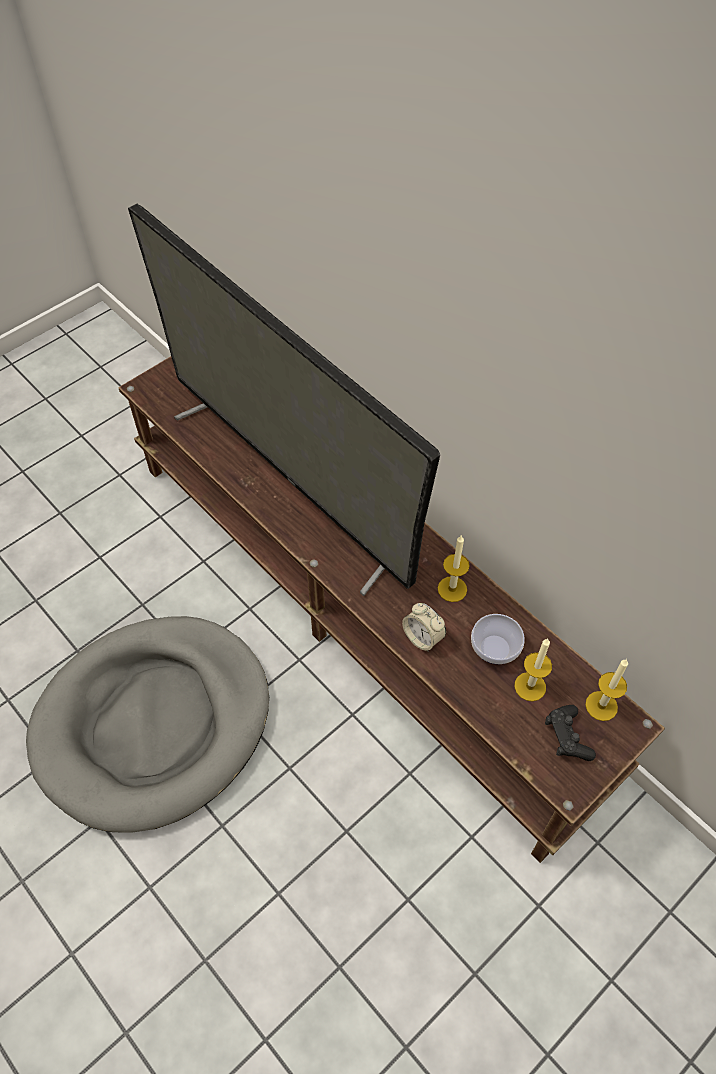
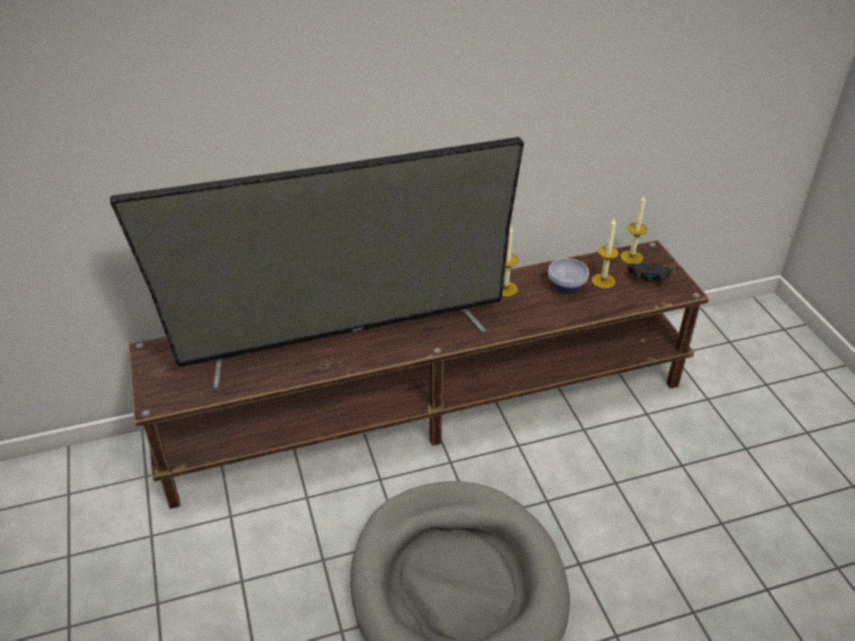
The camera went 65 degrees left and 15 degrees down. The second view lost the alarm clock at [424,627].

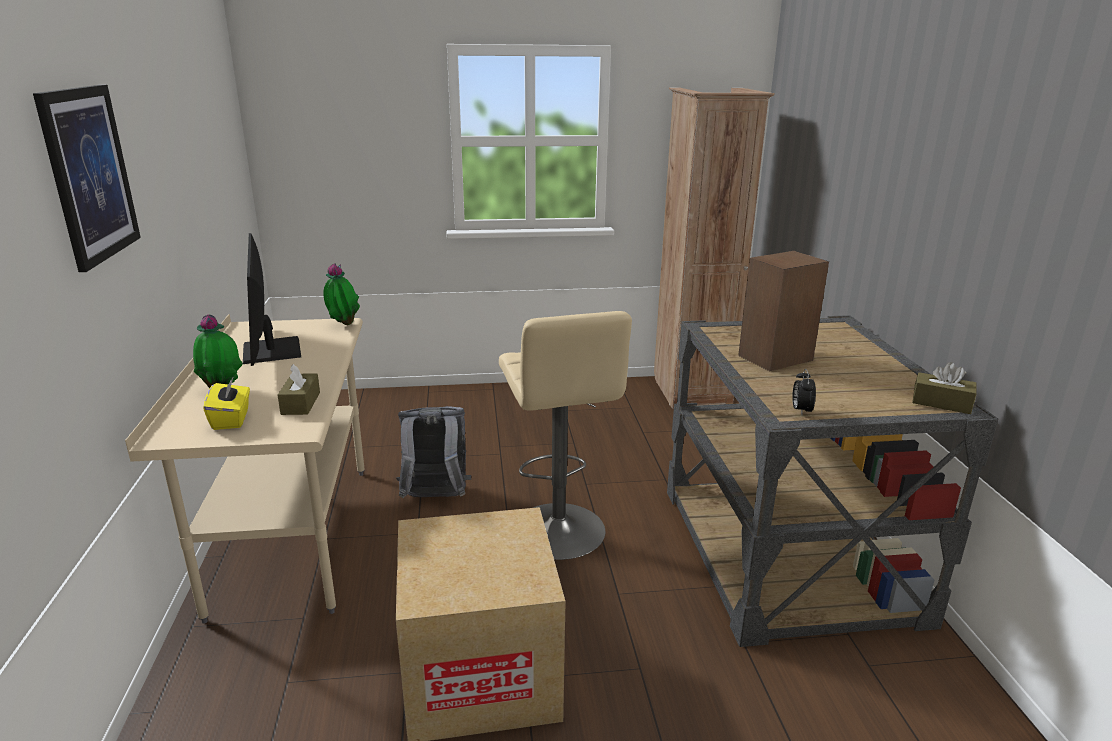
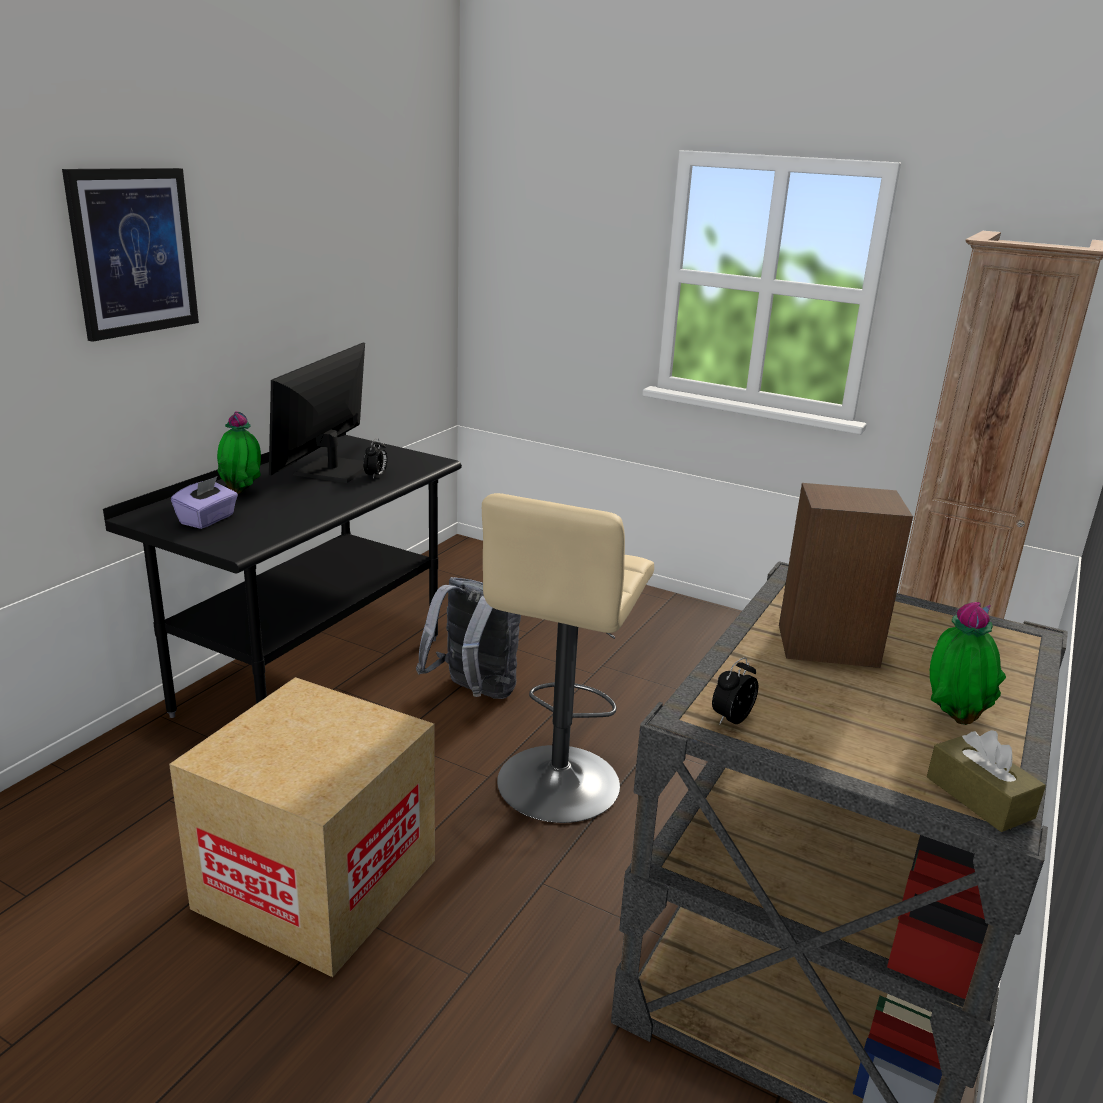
The camera went 35 degrees right and 0 degrees up. What was the desk unit (beige) at [245,469] turned into the desk unit (black) at [282,575]. What was the tissue box (yellow) at [226,403] turned into the tissue box (purple-coloured) at [204,502]. The second view lost the tissue box (brownish) at [299,389]. The houseplant ended up elsewhere, having gone from [341,294] to [968,663]. The second view gained the alarm clock at [375,458].

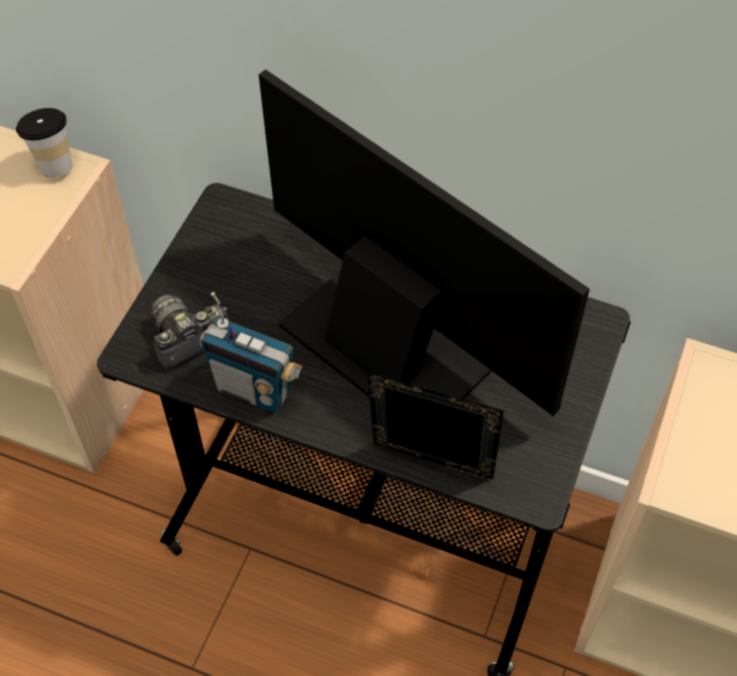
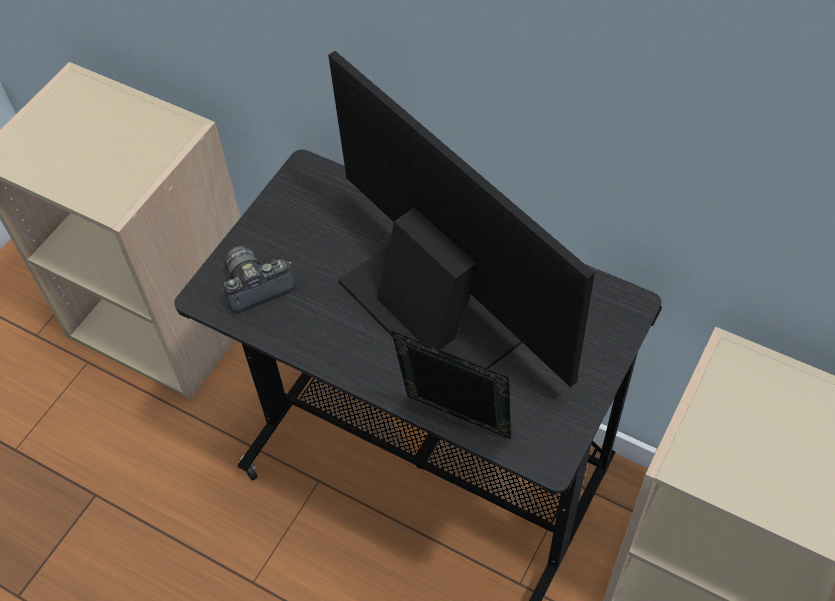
The camera went 10 degrees right and 0 degrees up. The second view lost the small cup at [44,143]. The second view lost the radio at [250,352].

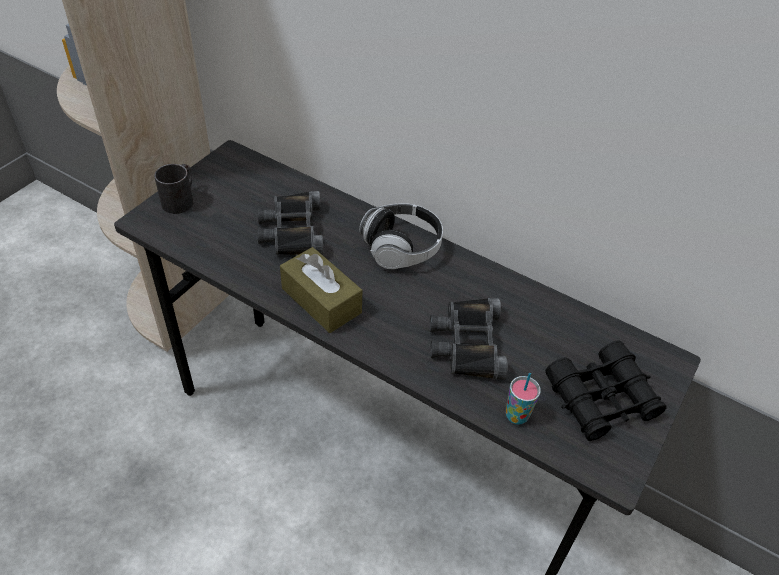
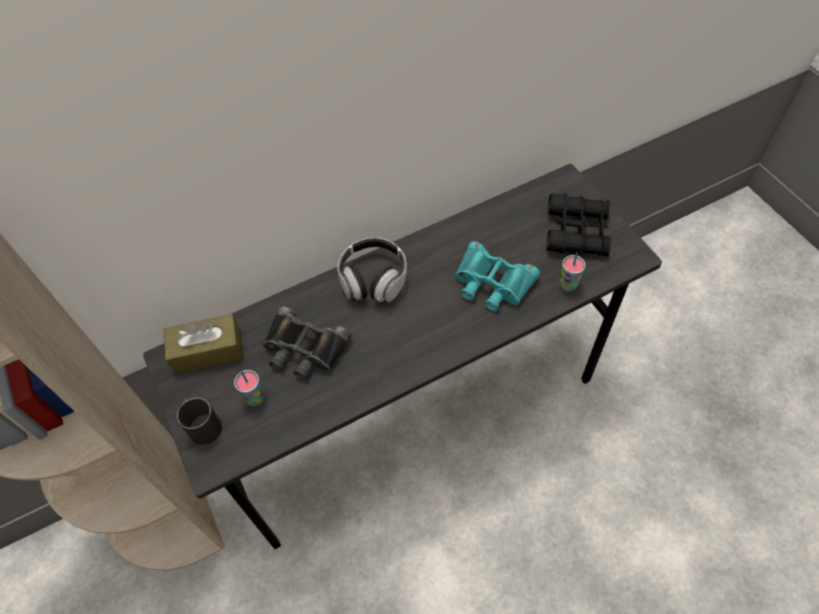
The camera went 55 degrees left and 10 degrees up. The tissue box (brownish) ended up elsewhere, having gone from [321,290] to [204,344]. What was the field glasses (black) at [469,339] turned into the field glasses (turquoise-coloured) at [497,276]. The second view gained the small cup at [249,388].

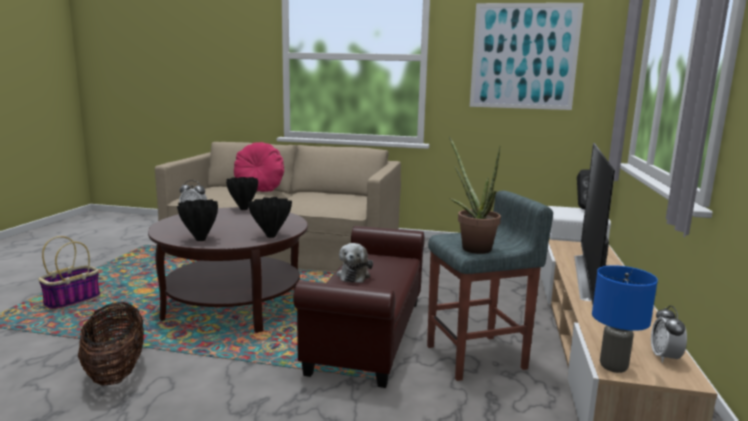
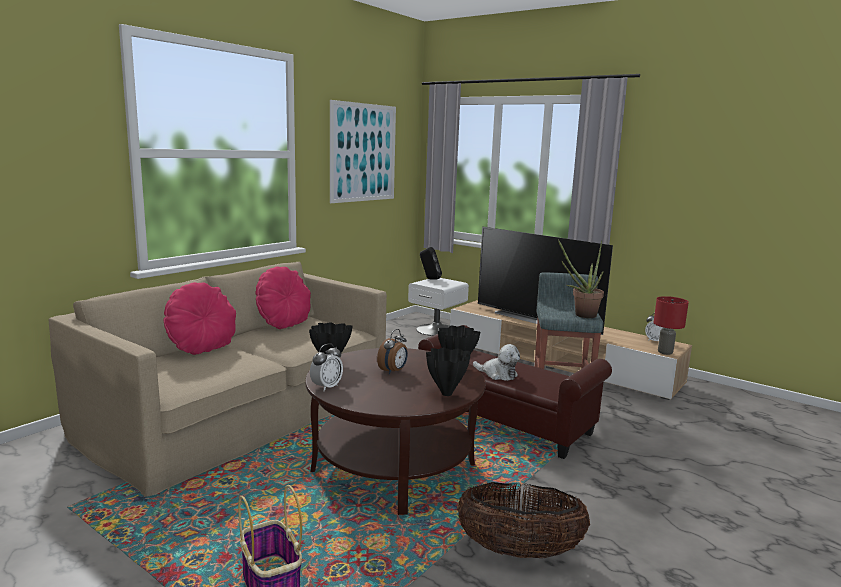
The camera went 65 degrees left and 0 degrees up. What was the lamp for a table (blue) at [625,319] turned into the lamp for a table (red) at [671,325]. The second view gained the pillow (pink-coloured) at [283,297]. The second view gained the alarm clock at [392,351].

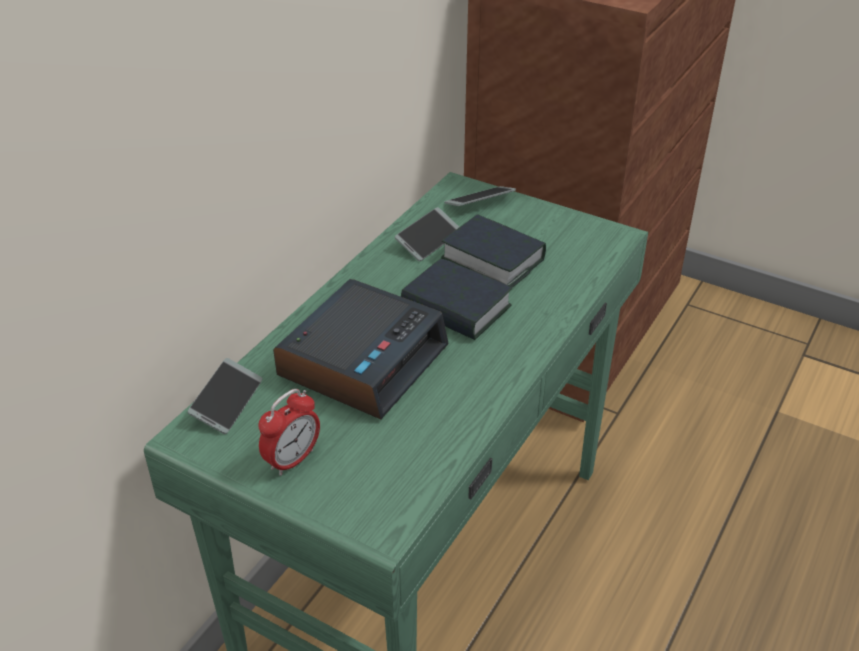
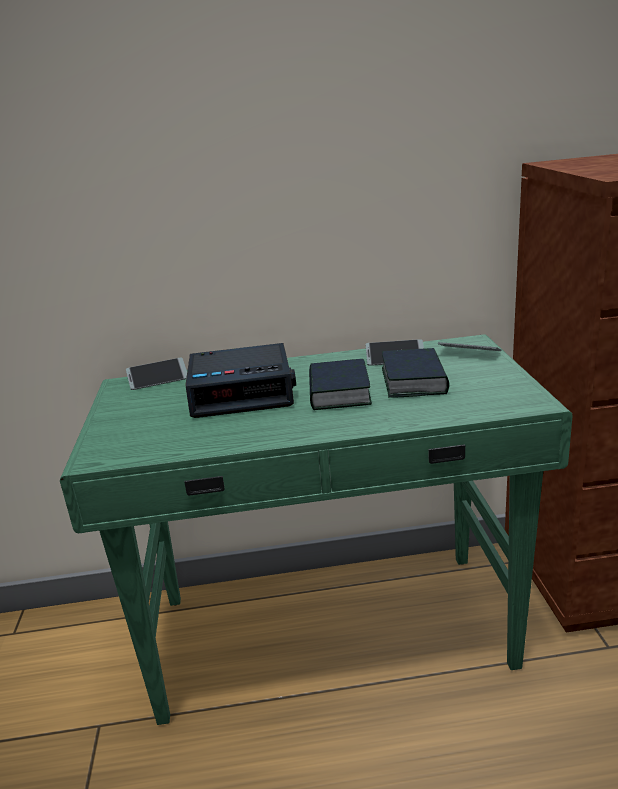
The camera went 55 degrees right and 15 degrees down. The second view lost the alarm clock at [289,432].

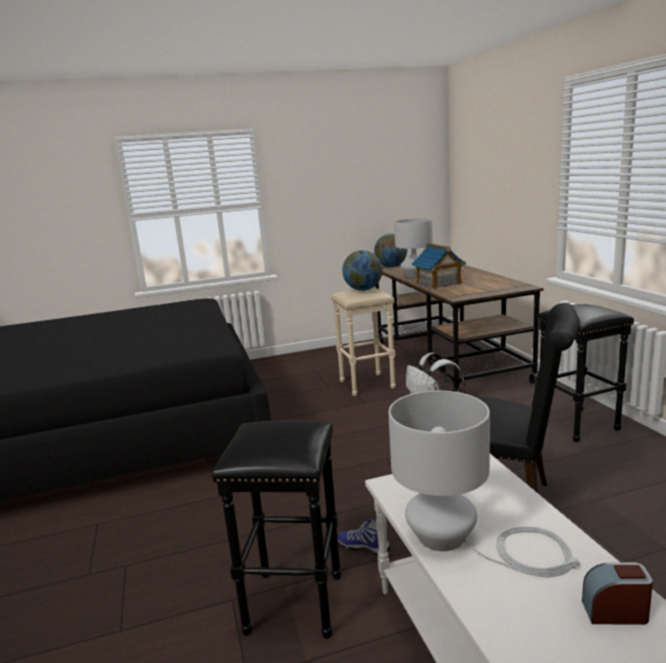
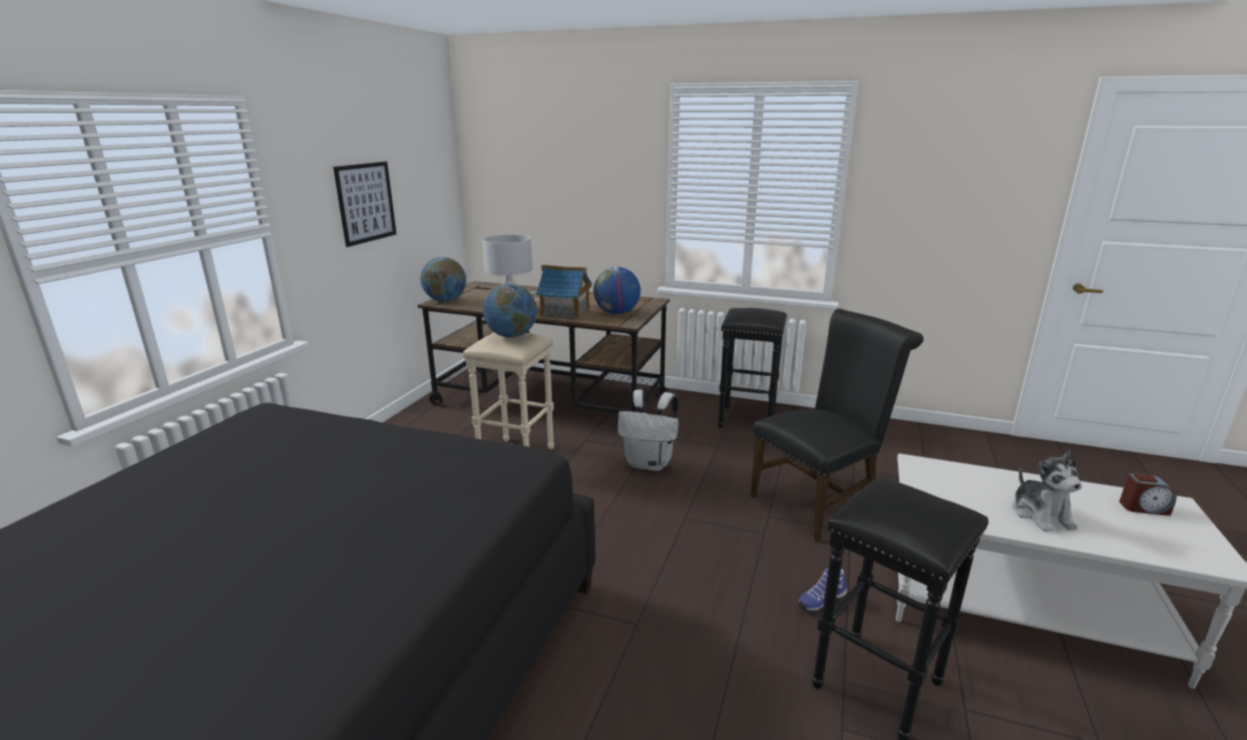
The camera went 55 degrees left and 5 degrees up. Where the lamp for a table (greyish) stood at [484,484], the plush toy came to stand at [1047,491]. The alarm clock at [617,593] ended up facing another way, 120 degrees counterclockwise from before. The second view gained the picture at [365,204]. The second view gained the world globe at [617,290].

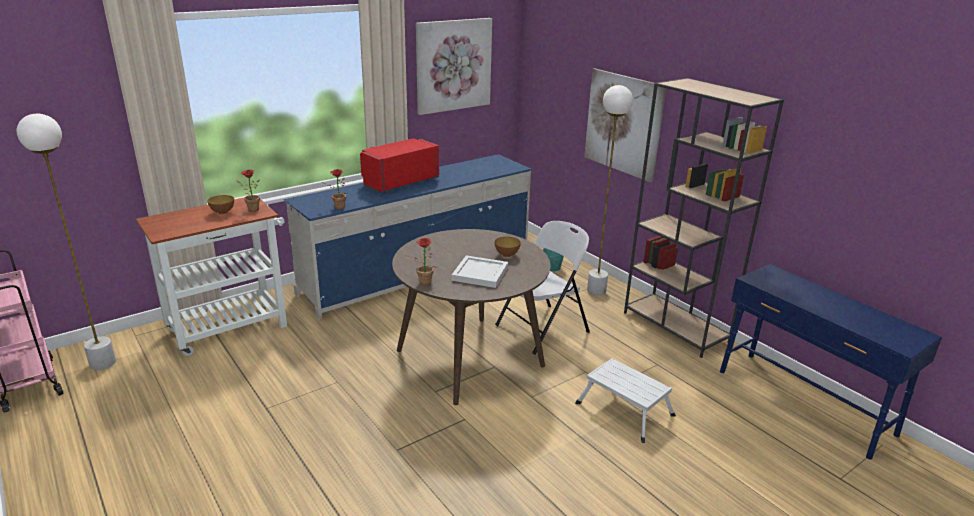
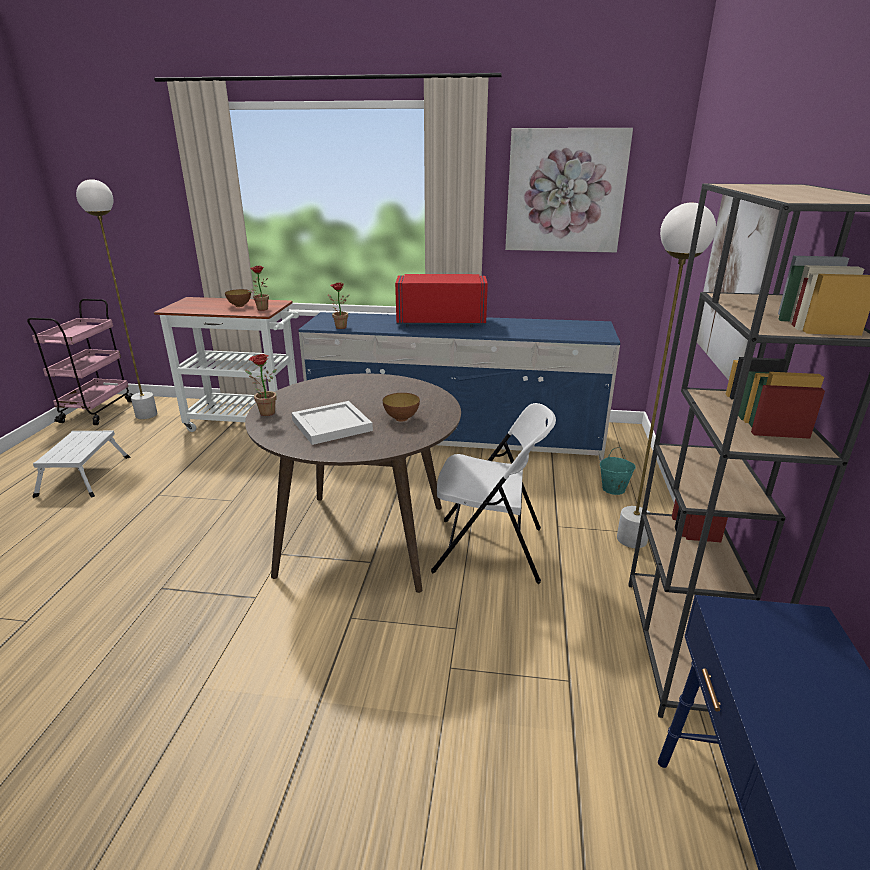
The camera went 45 degrees right and 0 degrees up. The stepladder (whitish) ended up elsewhere, having gone from [625,400] to [81,464].

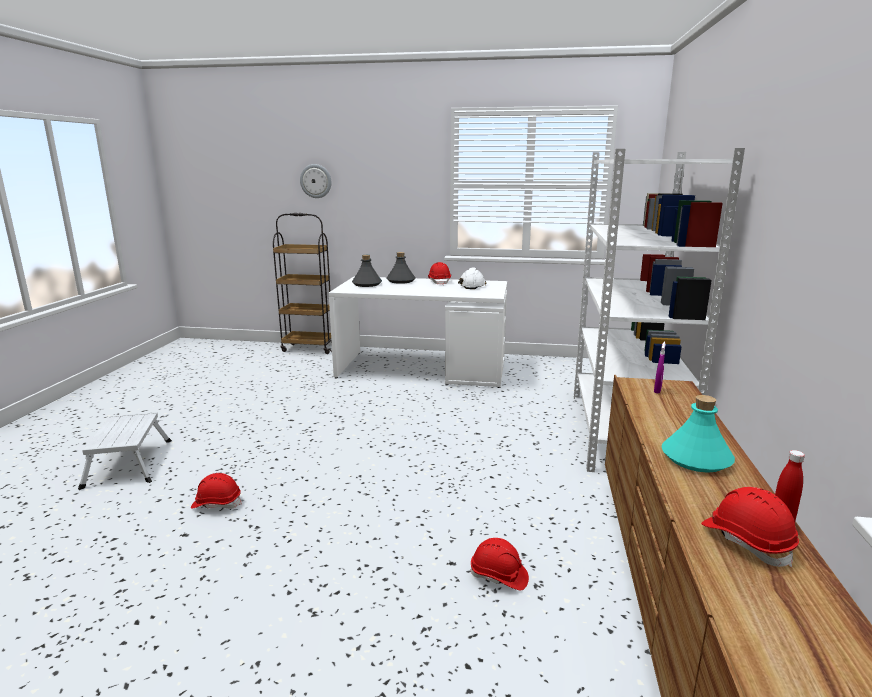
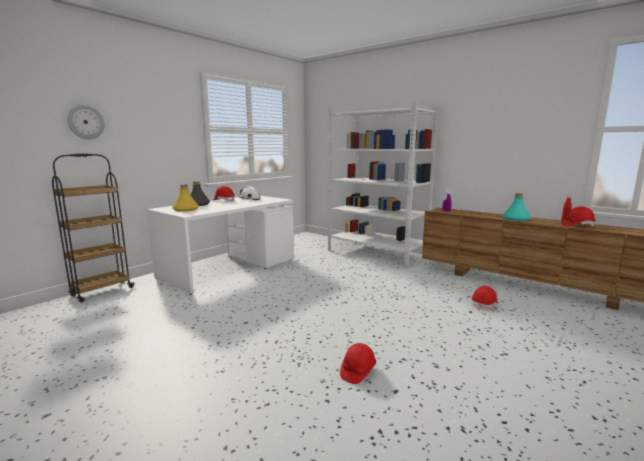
The camera went 60 degrees left and 5 degrees down. The second view lost the stepladder (whitish) at [125,451]. What was the drink bottle (greyish) at [367,271] turned into the drink bottle (yellow) at [185,198].

